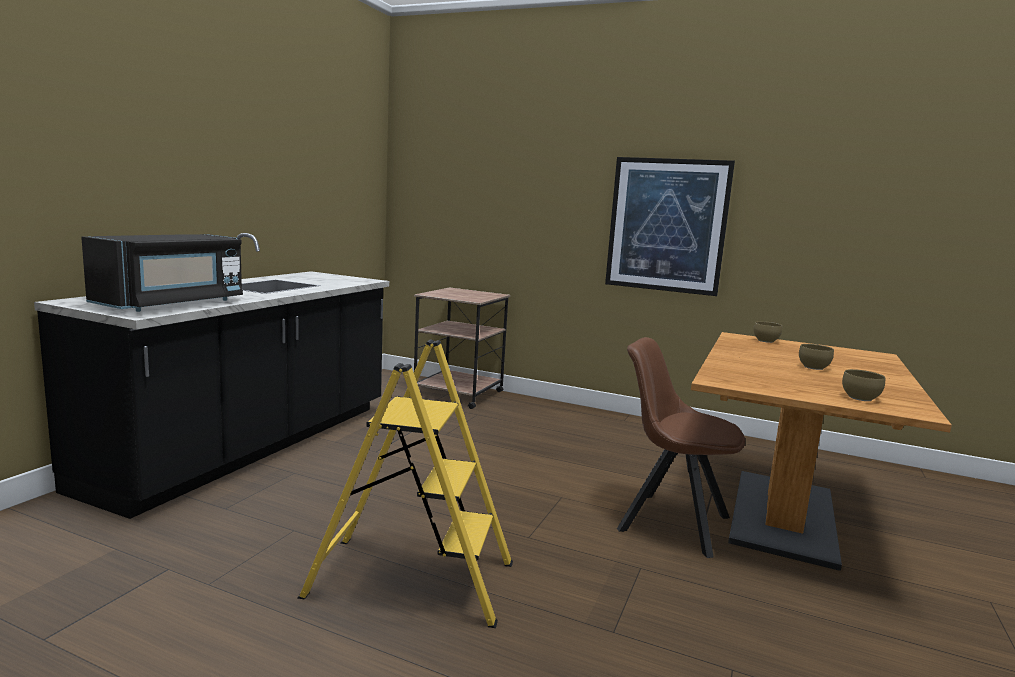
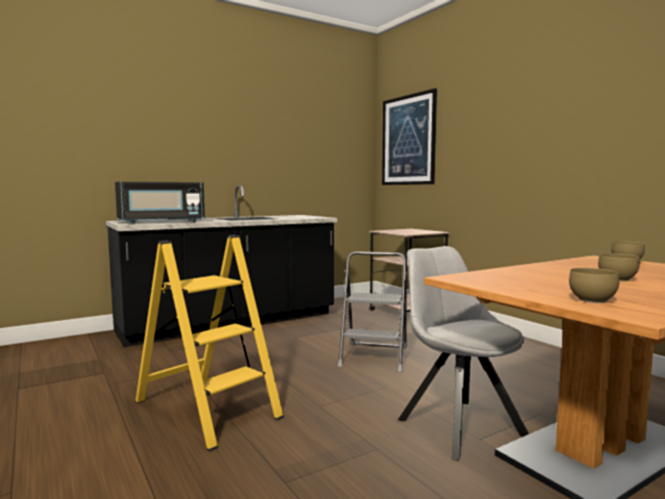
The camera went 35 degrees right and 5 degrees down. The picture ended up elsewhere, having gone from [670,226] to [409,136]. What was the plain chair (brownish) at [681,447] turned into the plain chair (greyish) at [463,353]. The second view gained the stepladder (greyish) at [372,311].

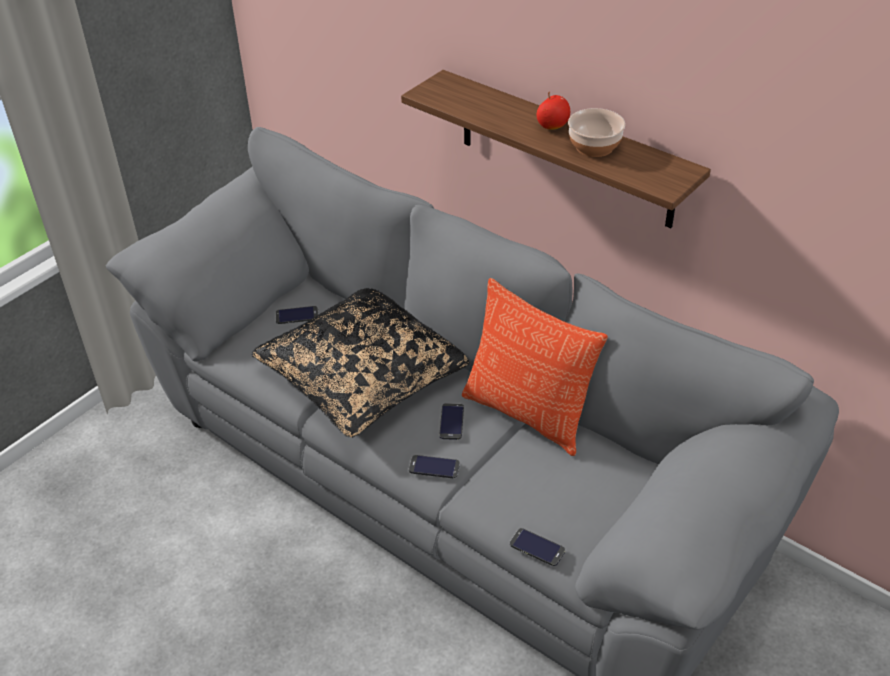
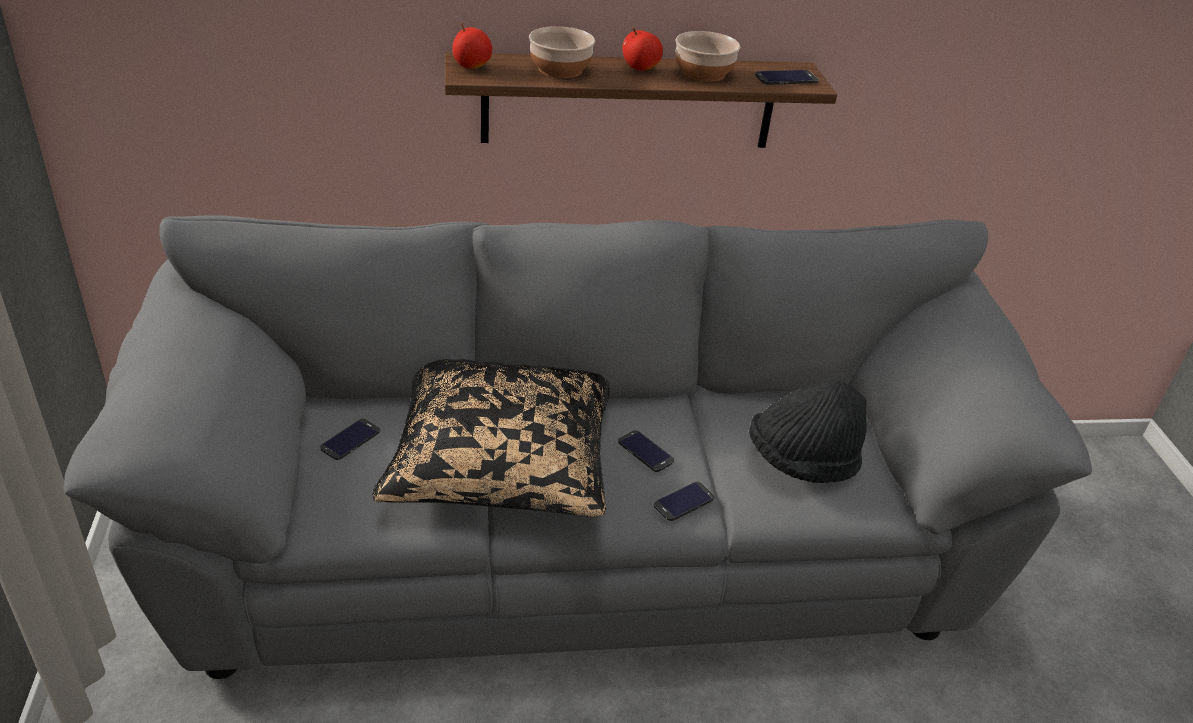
The camera went 50 degrees left and 5 degrees down. The second view lost the pillow (orangey) at [535,367]. The phone ended up elsewhere, having gone from [537,547] to [786,77]. The second view gained the whole apple at [472,46]. The second view gained the bowl at [562,52]. The second view gained the wearable hat (black) at [808,431].

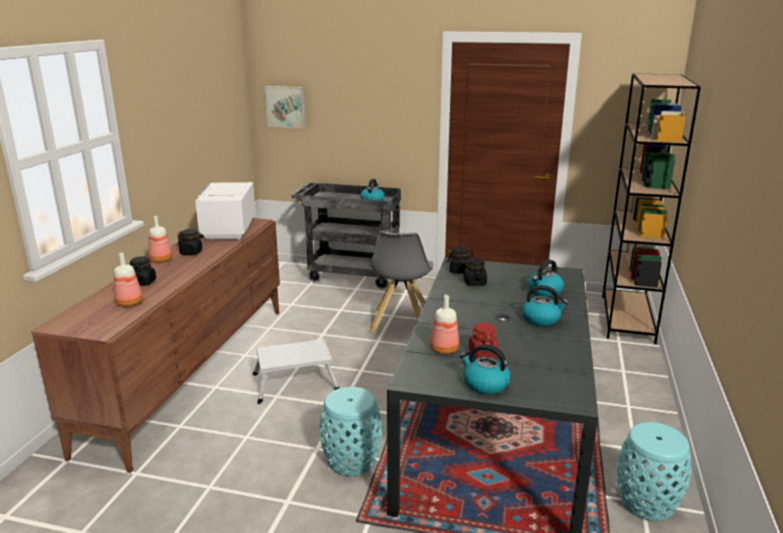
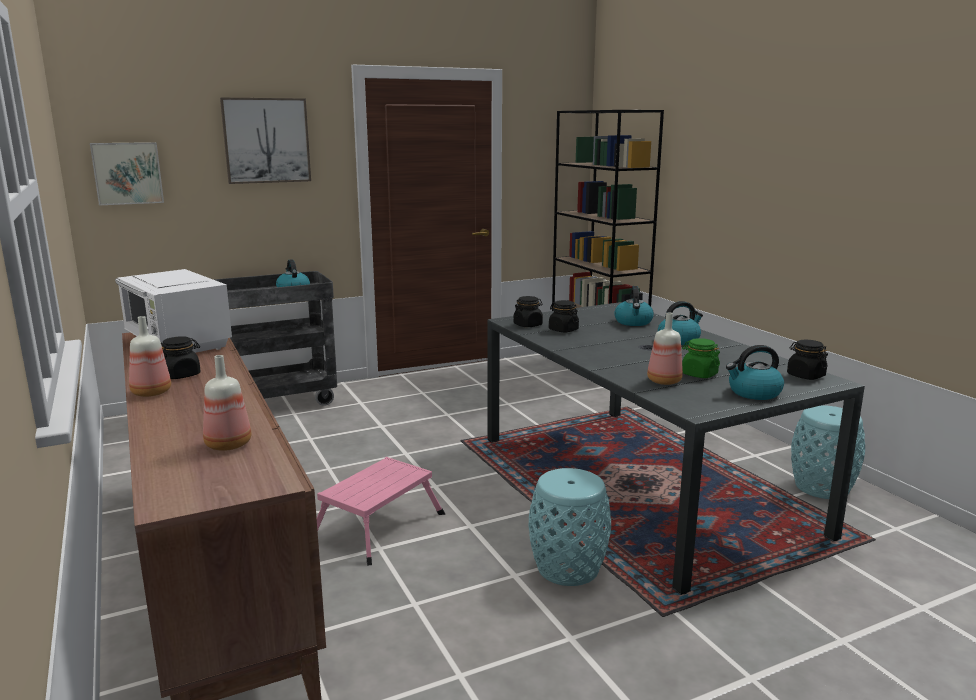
The camera went 40 degrees left and 5 degrees down. The storage jar (black) ended up elsewhere, having gone from [143,271] to [807,360]. What was the stepladder (whitish) at [296,371] turned into the stepladder (pink-coloured) at [381,511]. The second view lost the plain chair (greyish) at [401,282]. What was the storage jar (red) at [484,340] turned into the storage jar (greenish) at [701,358]. The second view gained the picture at [265,140].

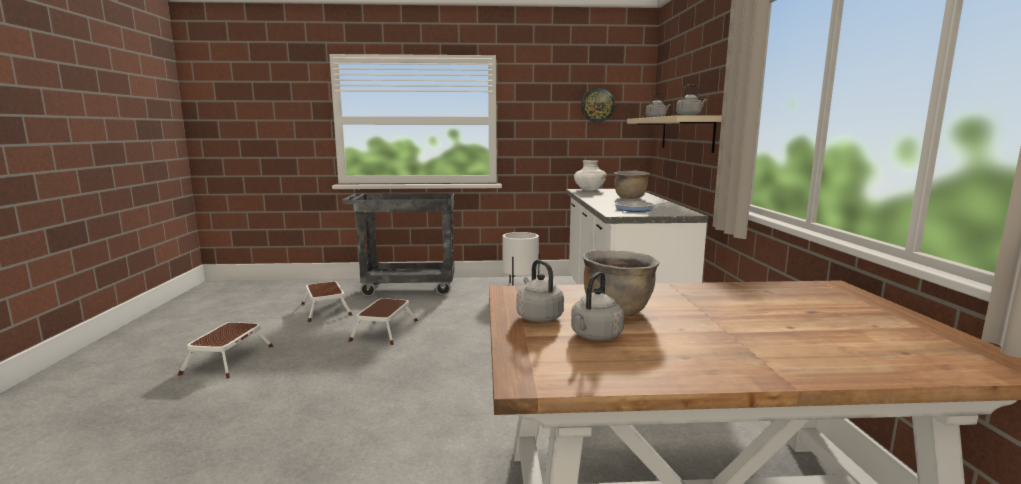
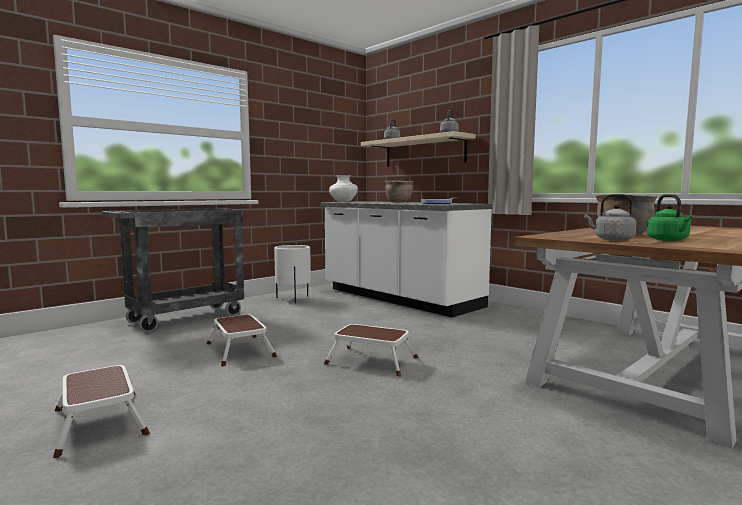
The camera went 40 degrees left and 5 degrees down. The stepladder (brownish) ended up elsewhere, having gone from [326,301] to [371,350]. What was the tea kettle (greyish) at [597,306] turned into the tea kettle (greenish) at [669,217]. The second view lost the hanging clock at [598,105].

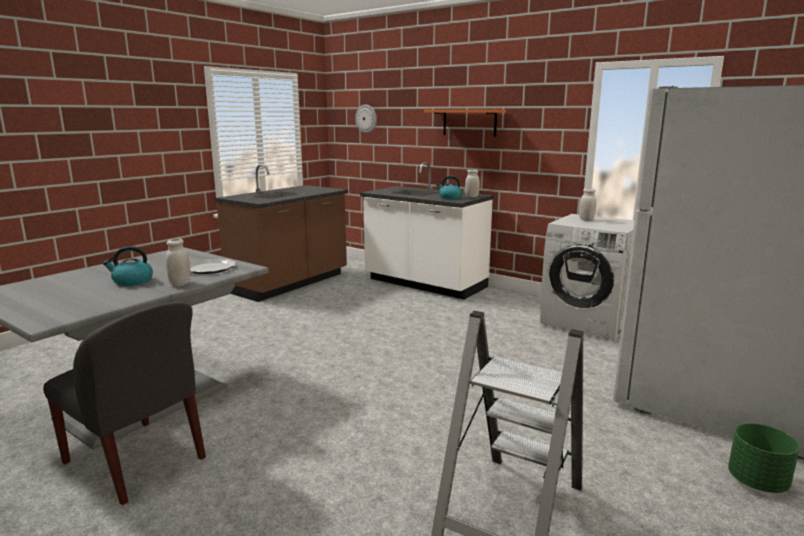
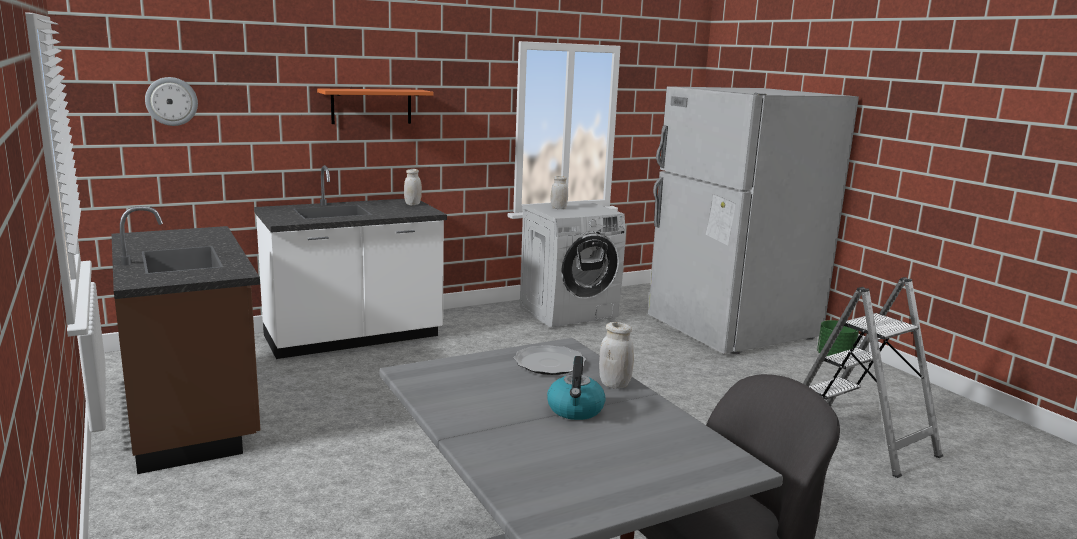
The camera went 65 degrees left and 0 degrees up. The second view lost the tea kettle at [449,187].

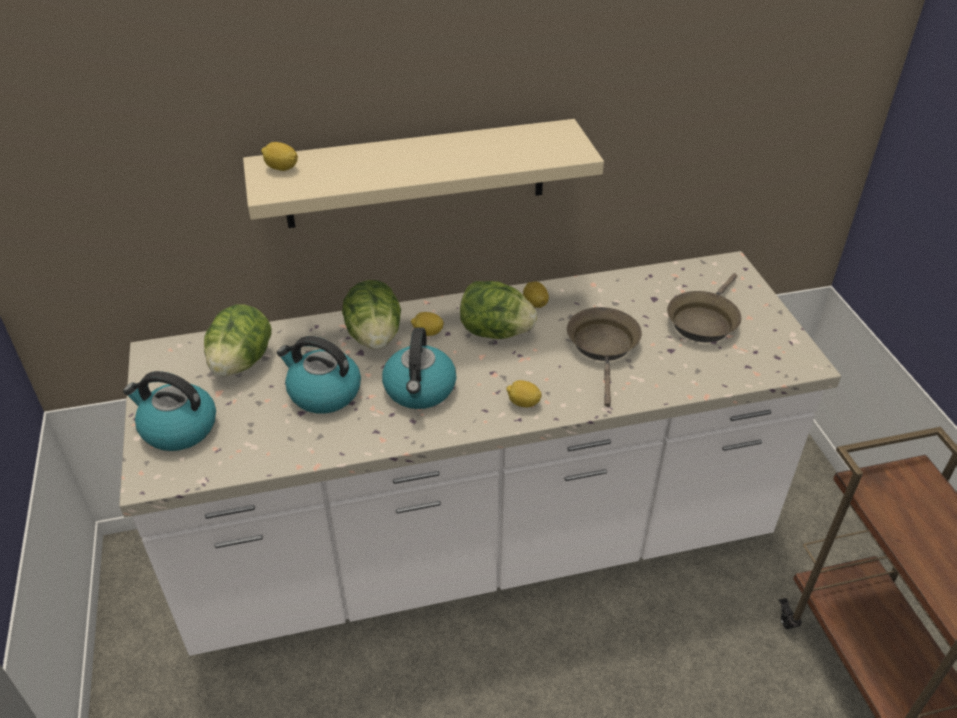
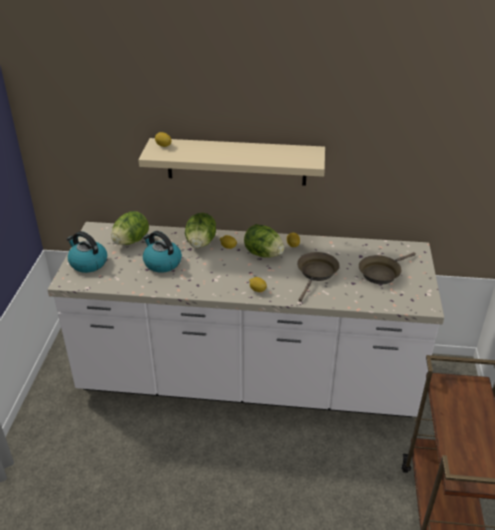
The camera went 20 degrees right and 5 degrees down. The second view lost the tea kettle at [419,368].

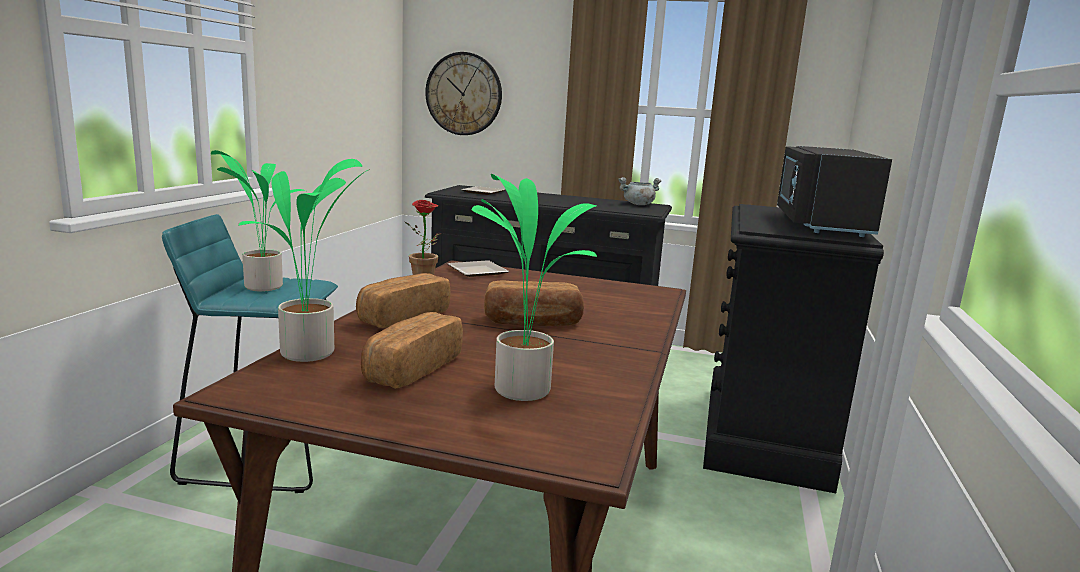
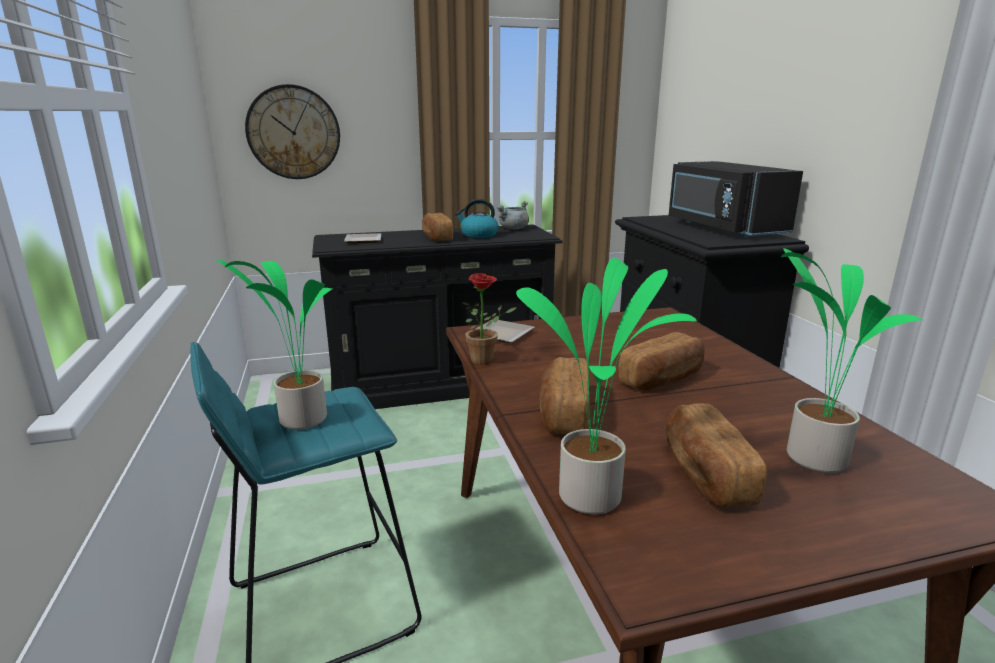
The camera went 30 degrees left and 5 degrees up. The second view gained the baked bread at [437,227]. The second view gained the tea kettle at [477,218].

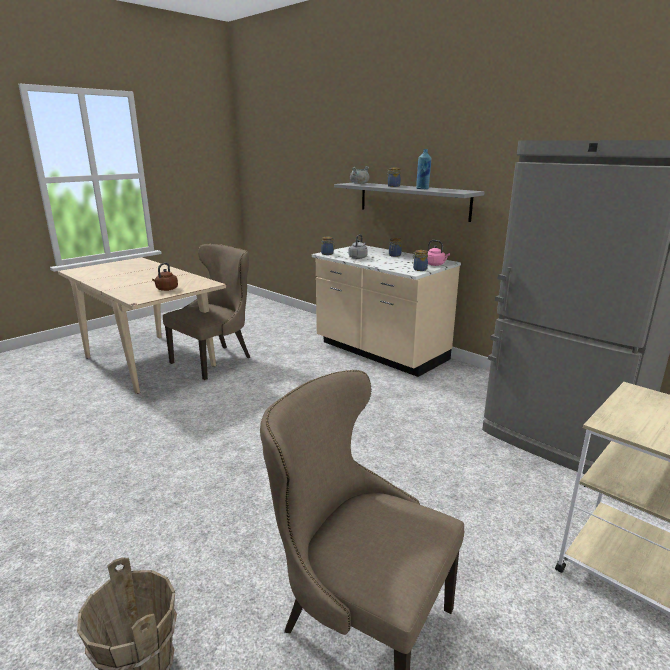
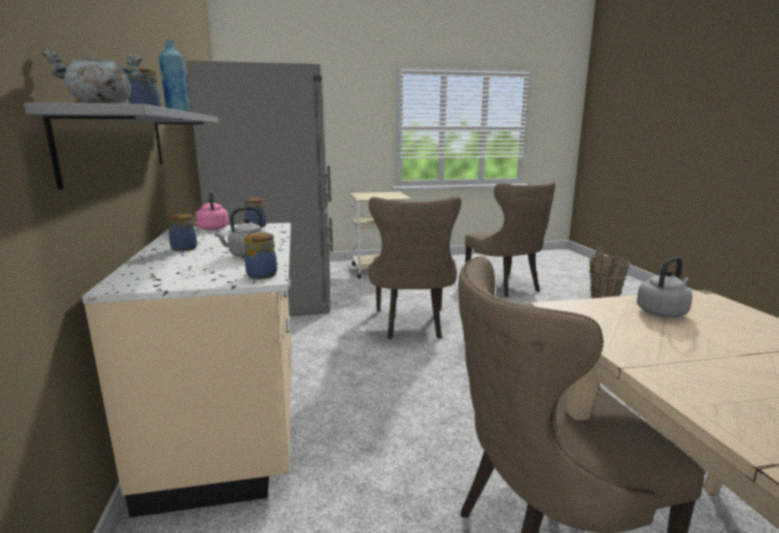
The camera went 145 degrees left and 5 degrees down. What was the tea kettle (brownish) at [165,276] turned into the tea kettle (greyish) at [664,287]. The second view gained the plain chair (beige) at [415,267].

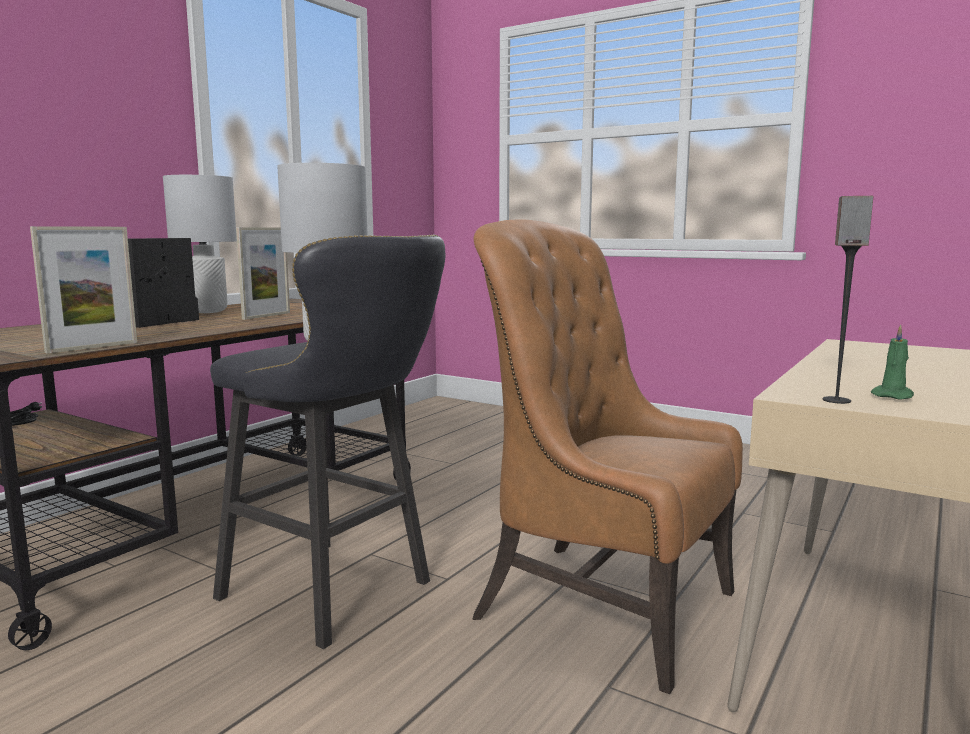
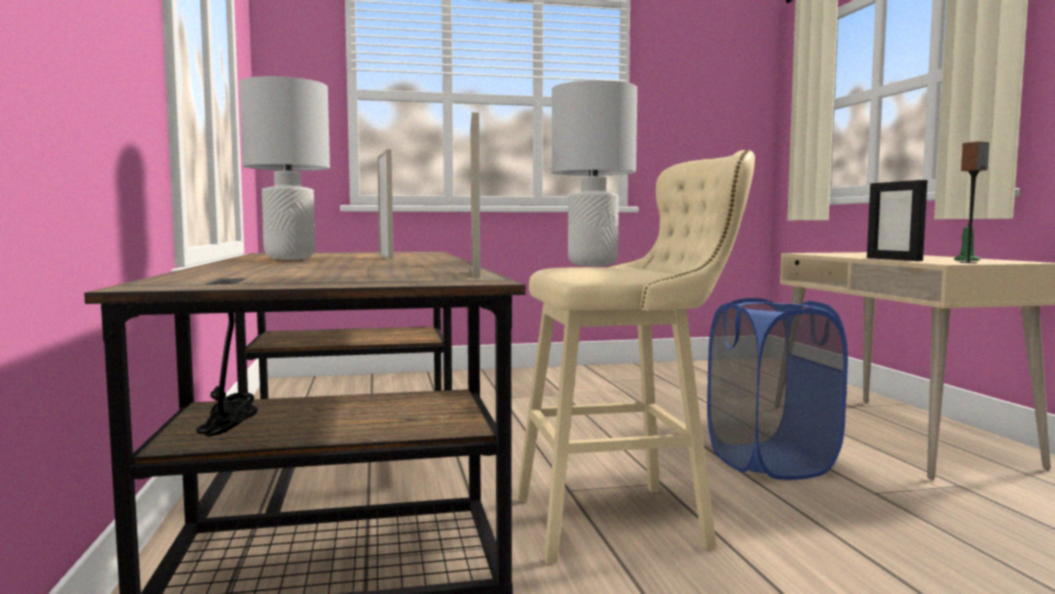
The camera went 45 degrees left and 5 degrees down. The photo frame ended up elsewhere, having gone from [163,283] to [897,220]. What was the sitting stool (black) at [327,442] turned into the sitting stool (beige) at [635,356]. Where the plain chair (brownish) stood at [608,457], the laundry basket (blue) came to stand at [777,389].

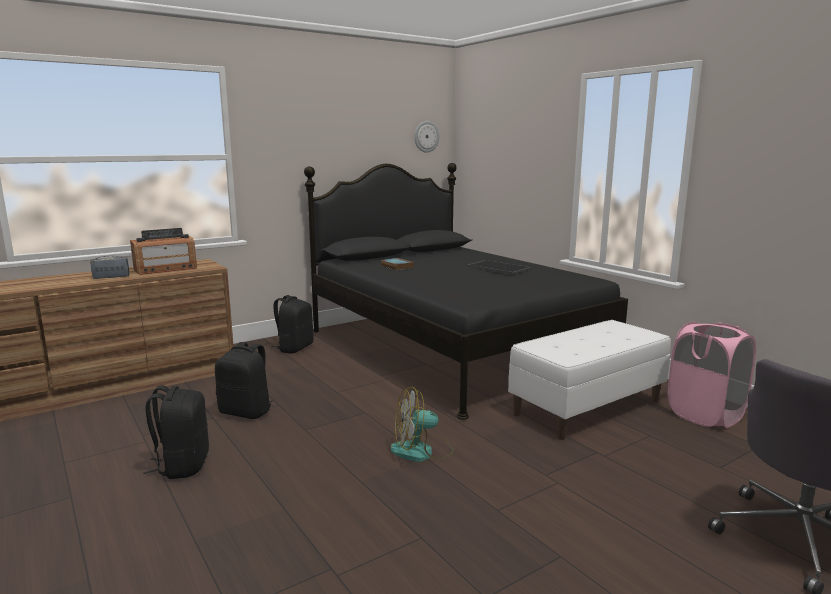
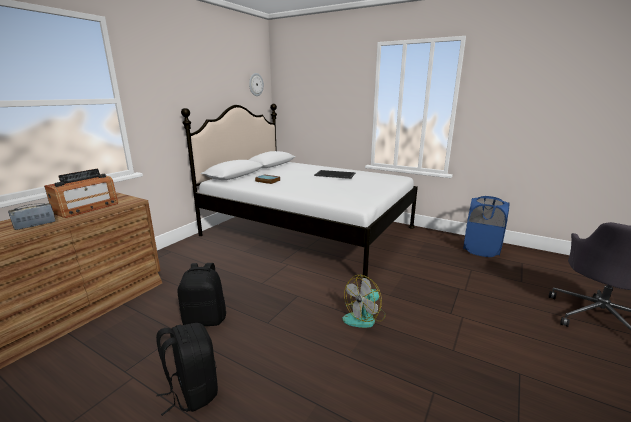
The camera went 25 degrees left and 5 degrees up. The second view lost the knapsack (black) at [292,324]. What was the bed (black) at [466,291] turned into the bed (whitish) at [299,193]. The second view lost the indoor bench (whitish) at [589,380]. What was the laundry basket (pink-coloured) at [712,375] turned into the laundry basket (blue) at [486,226].

